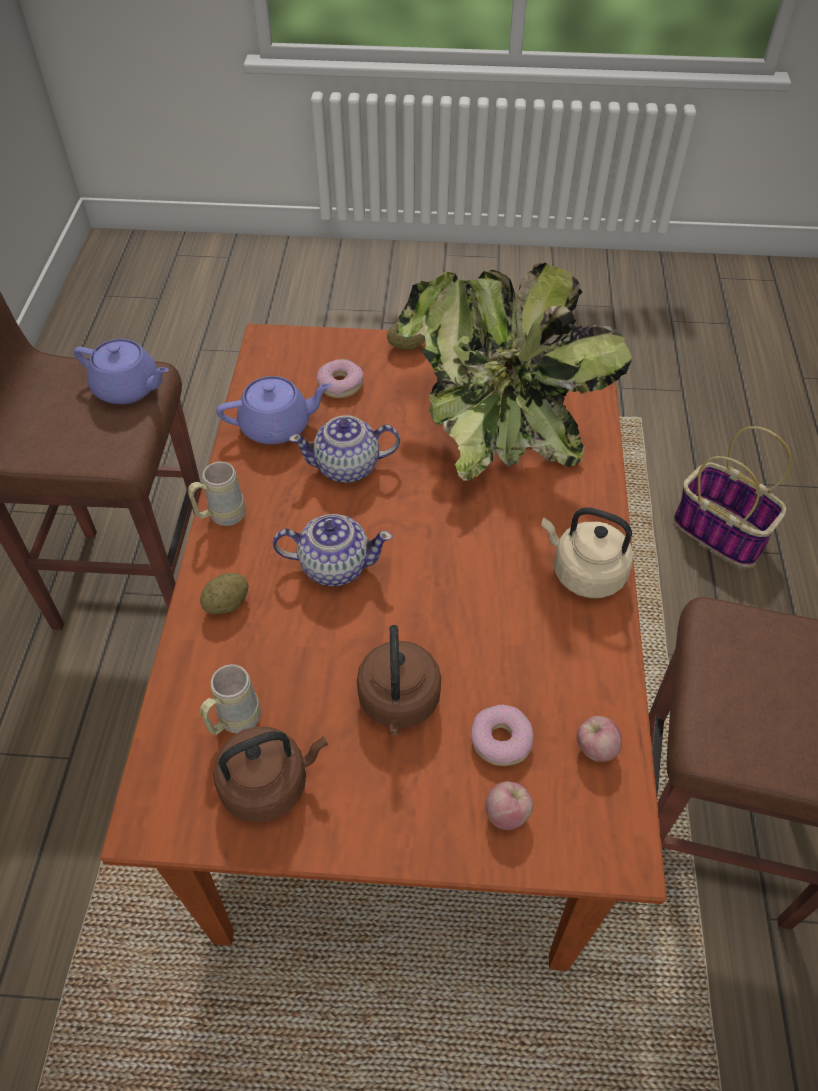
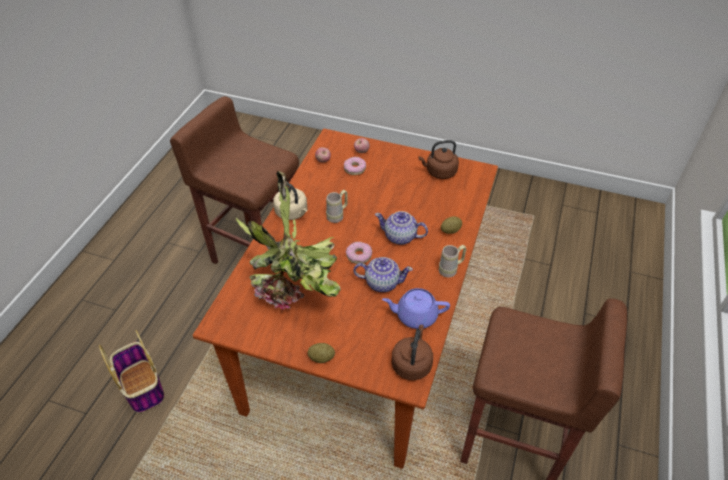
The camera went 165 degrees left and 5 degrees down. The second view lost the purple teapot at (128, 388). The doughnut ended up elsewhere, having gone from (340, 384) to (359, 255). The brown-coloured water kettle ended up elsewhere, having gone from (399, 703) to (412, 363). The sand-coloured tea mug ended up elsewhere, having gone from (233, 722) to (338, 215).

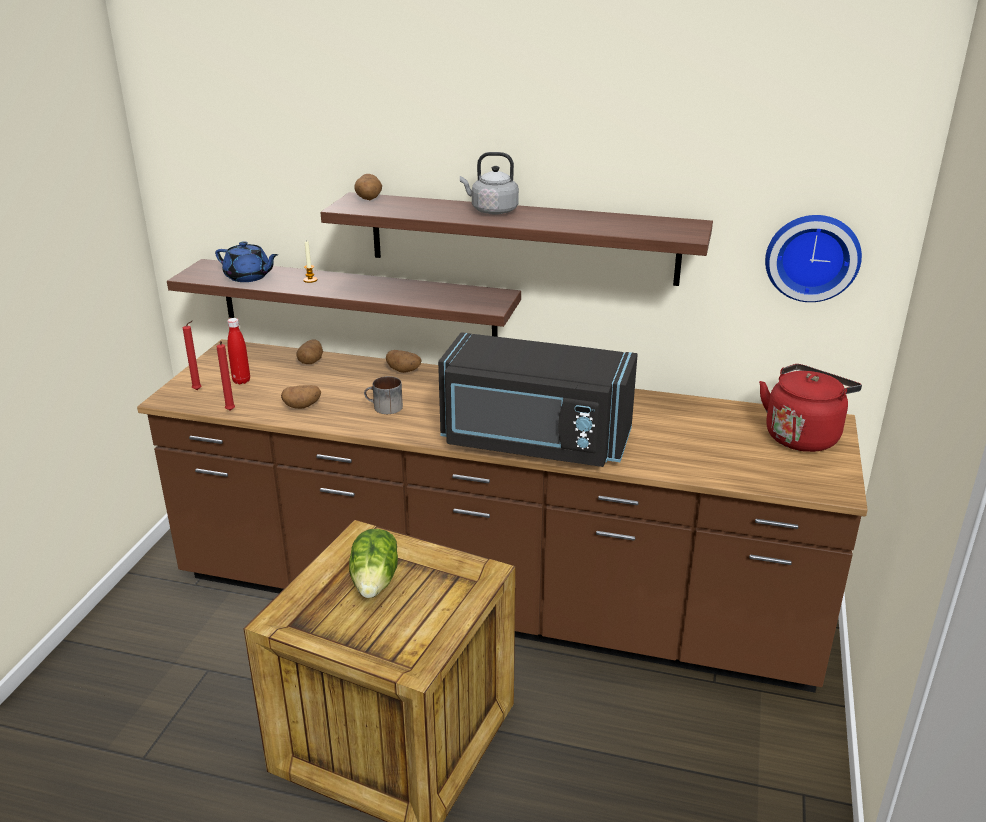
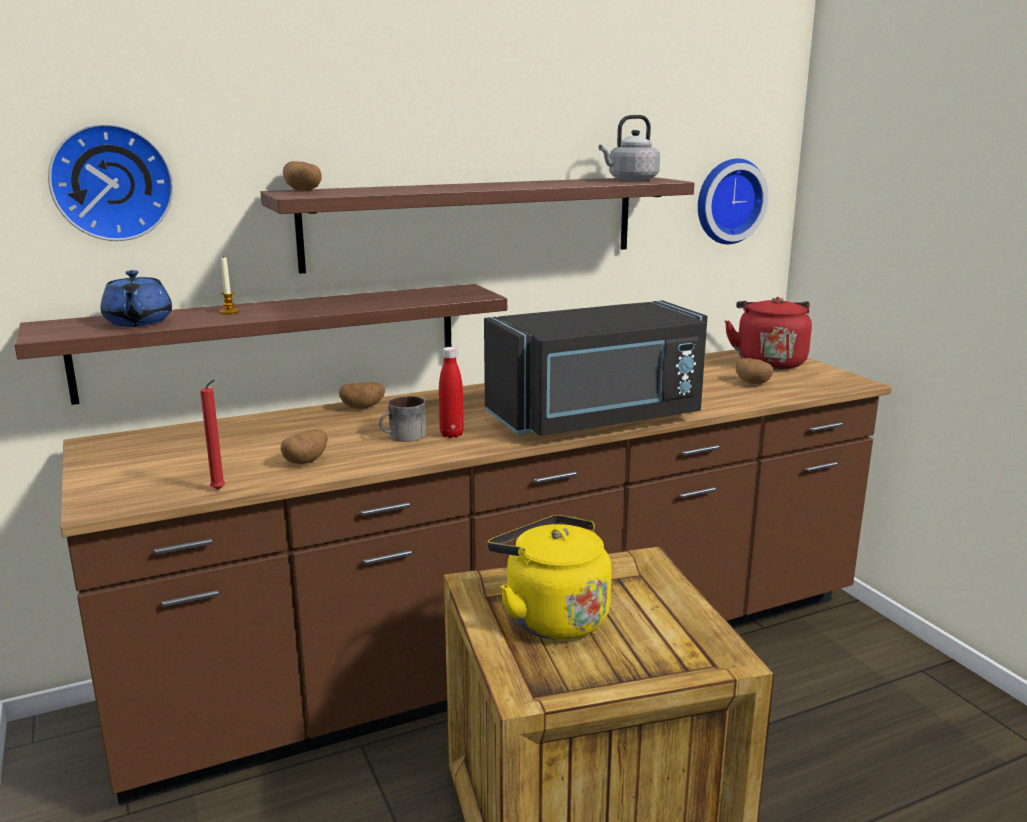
The camera went 40 degrees left and 10 degrees down. The gray water kettle ended up elsewhere, having gone from (492, 211) to (630, 180). The bluish teapot at (248, 277) ended up facing another way, 90 degrees clockwise from before. The reddish bottle ended up elsewhere, having gone from (241, 381) to (451, 434). The second view lost the reddish wax light at (198, 390). The potato ended up elsewhere, having gone from (311, 361) to (752, 382). Where the lettuce stood at (376, 581), the yellowish water kettle came to stand at (551, 617). The second view gained the clock on the wall at (112, 182).

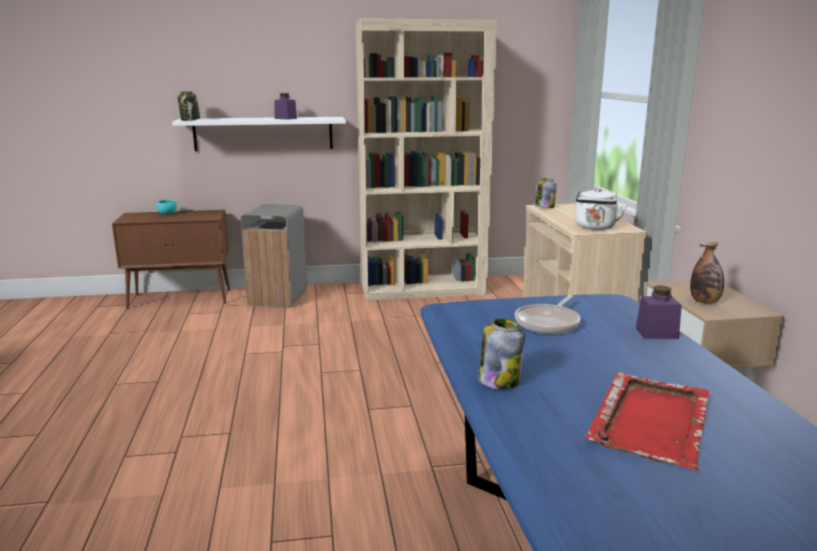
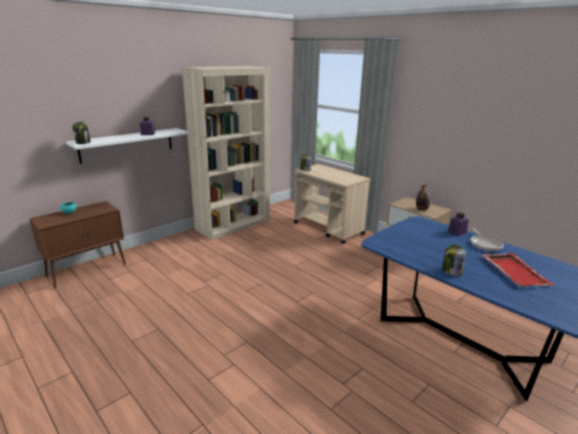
The camera went 35 degrees left and 5 degrees up. The second view lost the white water kettle at (595, 227). The second view lost the gray trash can at (278, 298). The frying pan ended up elsewhere, having gone from (549, 323) to (485, 244).

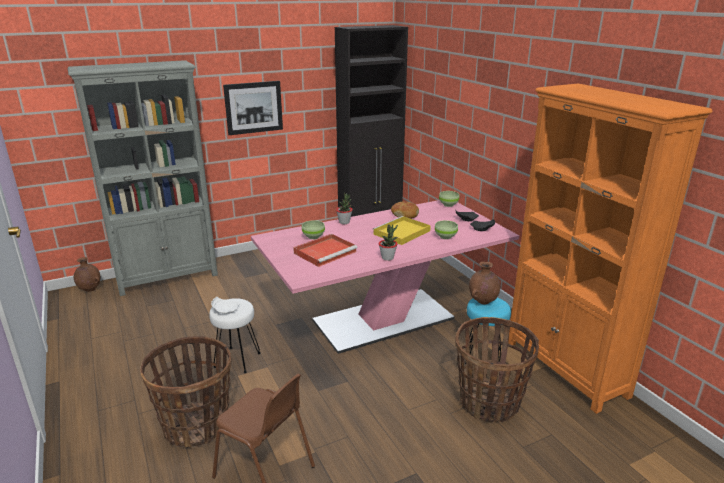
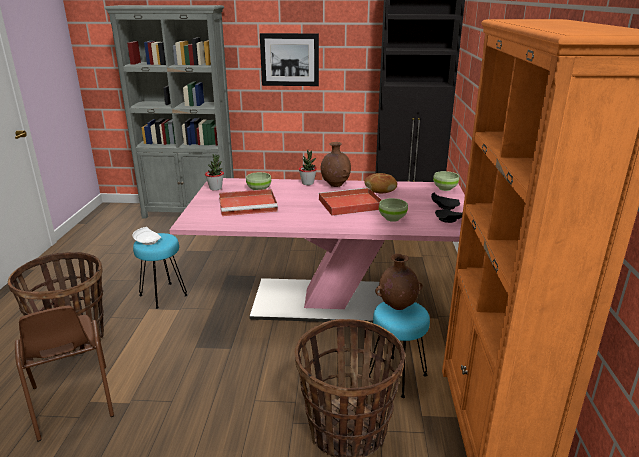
The camera went 30 degrees right and 0 degrees up. What was the yellowish carrying tray at (401, 233) turned into the reddish carrying tray at (349, 204). The plant in a pot ended up elsewhere, having gone from (387, 258) to (215, 188). The brown-coloured decorative vase ended up elsewhere, having gone from (90, 289) to (335, 185). What was the white stool seat at (237, 360) turned into the turquoise stool seat at (163, 295).

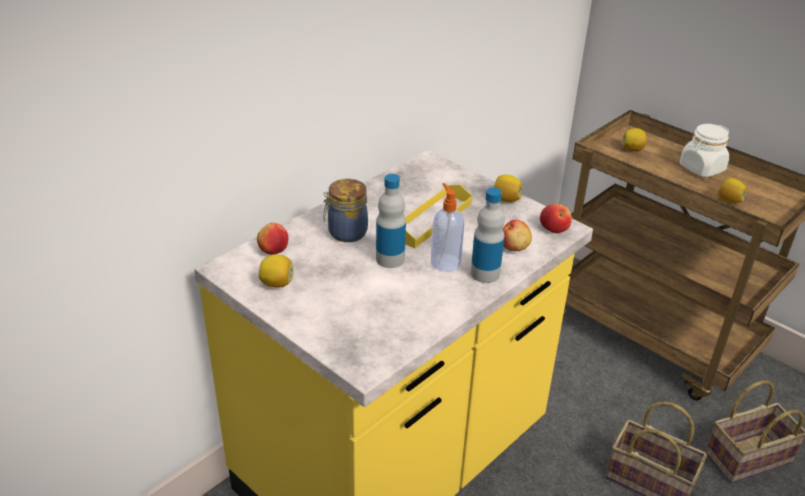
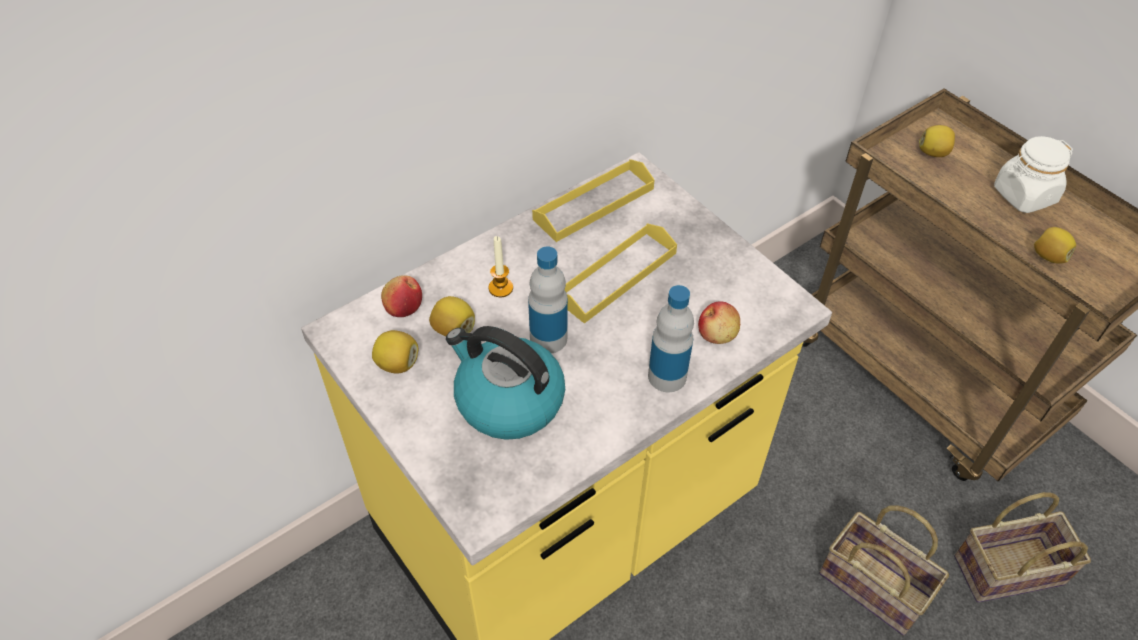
The camera went 10 degrees right and 15 degrees up. The citrus fruit ended up elsewhere, having gone from (506, 199) to (453, 329). Where the preserve jar stood at (346, 233), the wax light came to stand at (500, 288). The second view lost the liquid soap bottle at (445, 262). The second view lost the apple at (554, 228). The second view gained the yellowish carrying tray at (594, 204). The second view gained the water kettle at (507, 401).

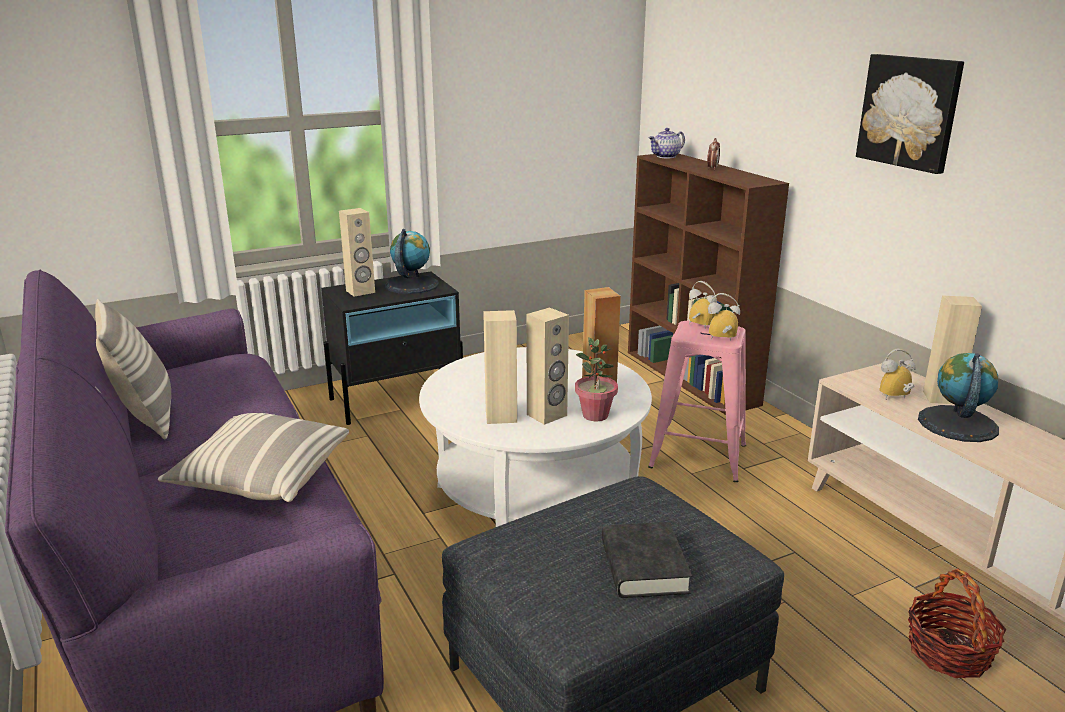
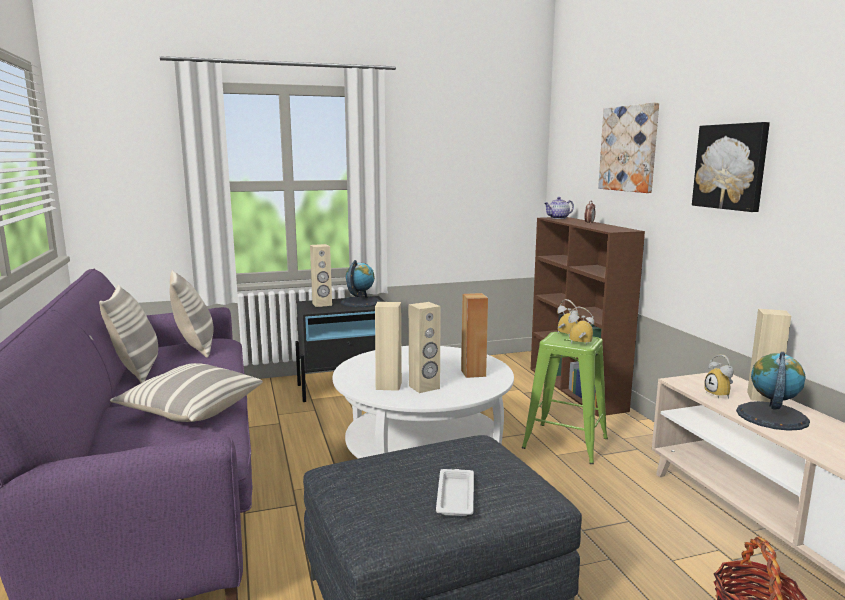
The camera went 10 degrees right and 10 degrees down. What was the pink-coloured stool seat at (699, 456) turned into the green-coloured stool seat at (566, 443). The second view lost the plant in a pot at (595, 415). The alarm clock at (895, 398) ended up facing another way, 105 degrees counterclockwise from before. Where the black-coloured book stood at (644, 567), the white carrying tray came to stand at (455, 496). The second view gained the wall art at (629, 148). The second view gained the pillow at (195, 347).

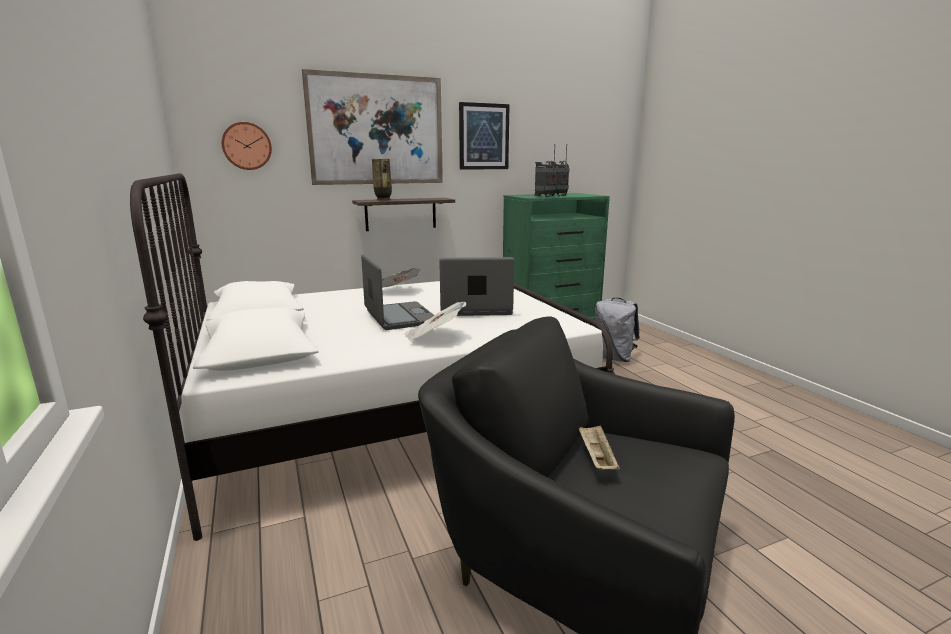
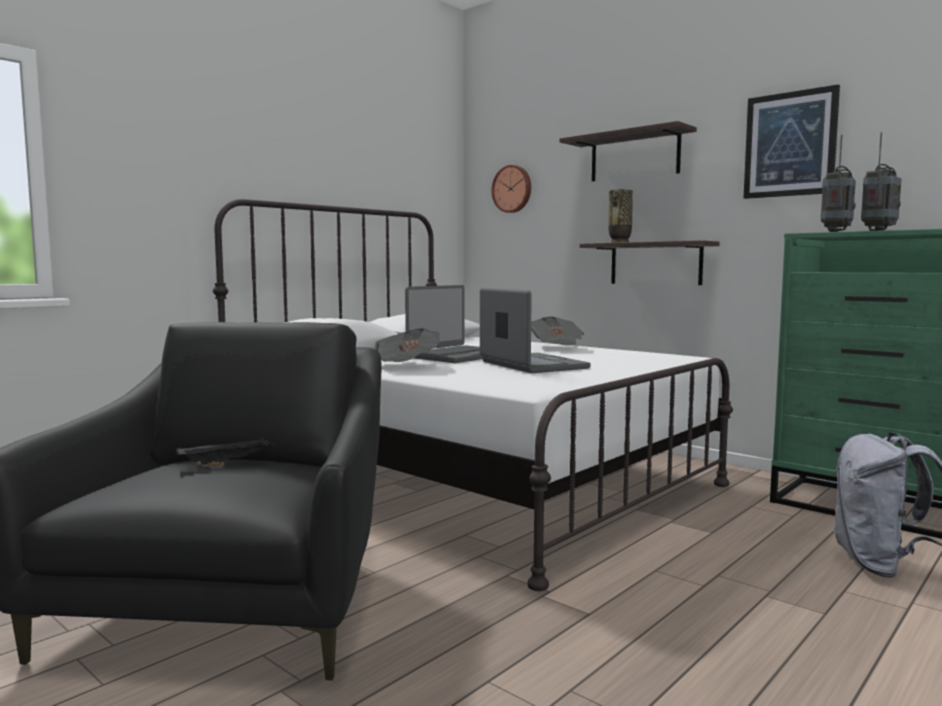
The camera went 65 degrees right and 10 degrees down. Where the wall art hung at (377, 130), the shelf came to hang at (634, 156). What was the sand-coloured carrying tray at (596, 458) turned into the black-coloured carrying tray at (227, 463).

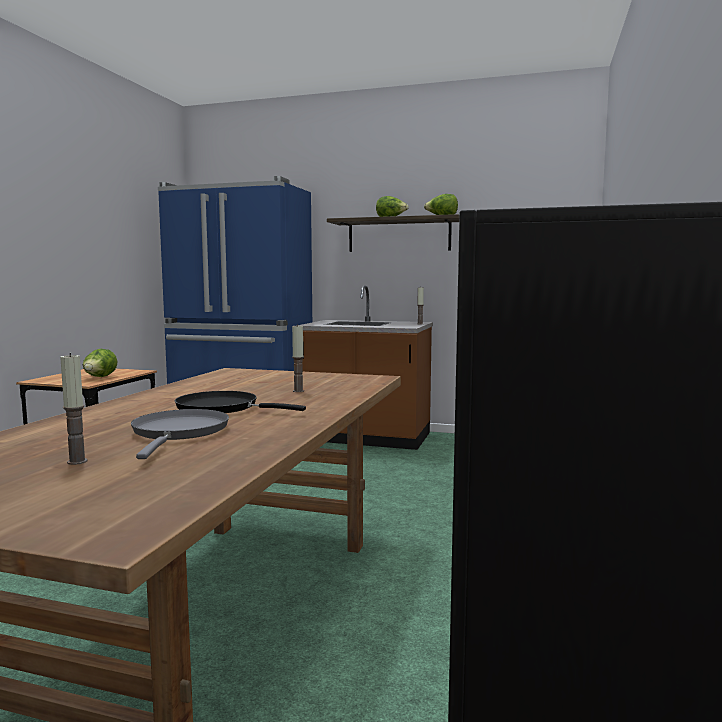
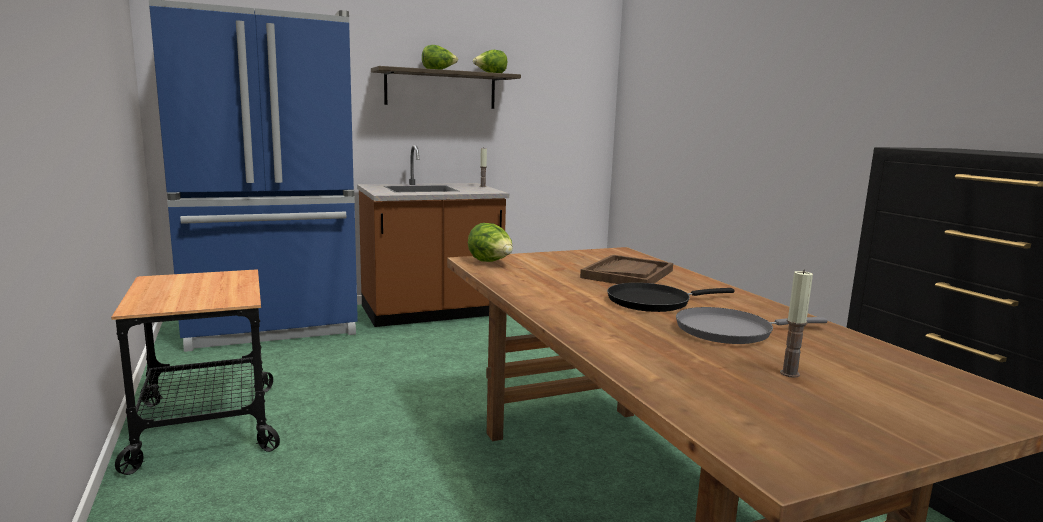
The camera went 40 degrees left and 5 degrees up. Where the wax light stood at (298, 391), the brown-coloured carrying tray came to stand at (627, 274). The lettuce ended up elsewhere, having gone from (100, 377) to (491, 262). The gray frying pan at (179, 432) ended up facing another way, 60 degrees counterclockwise from before.

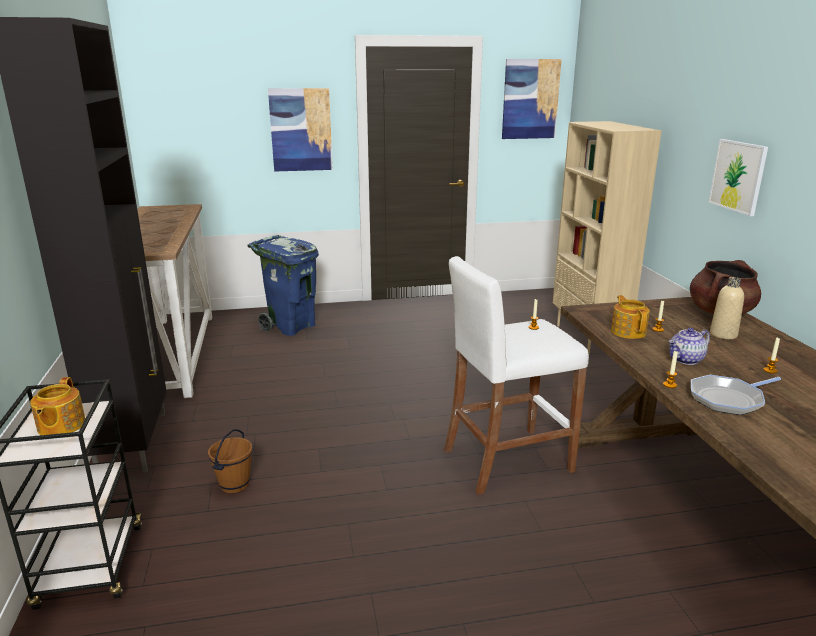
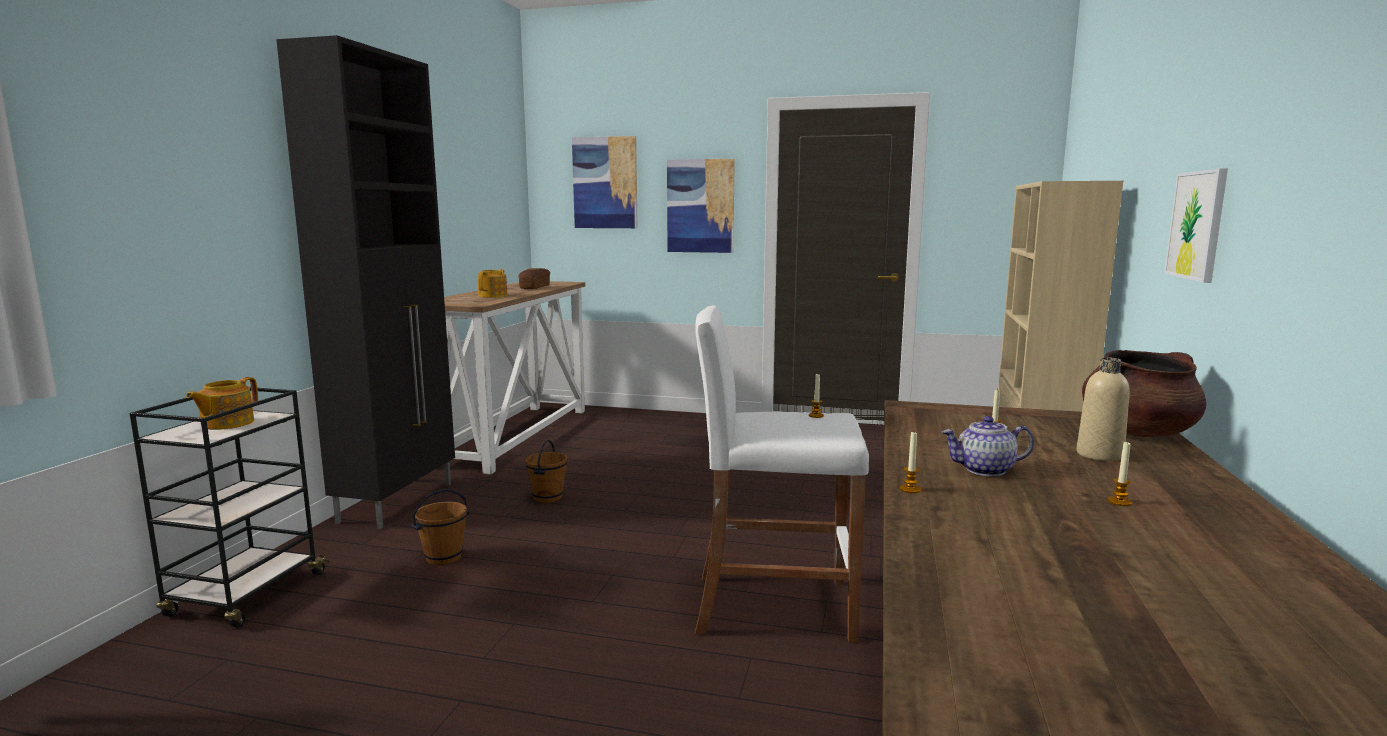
The camera went 25 degrees right and 10 degrees down. The wall art ended up elsewhere, having gone from (530, 99) to (605, 183). The second view lost the bluish trash can at (291, 326). The teapot ended up elsewhere, having gone from (628, 331) to (493, 296). The second view lost the frying pan at (728, 399). The second view gained the bakery bread at (535, 287). The second view gained the brown-coloured water bucket at (548, 498).

